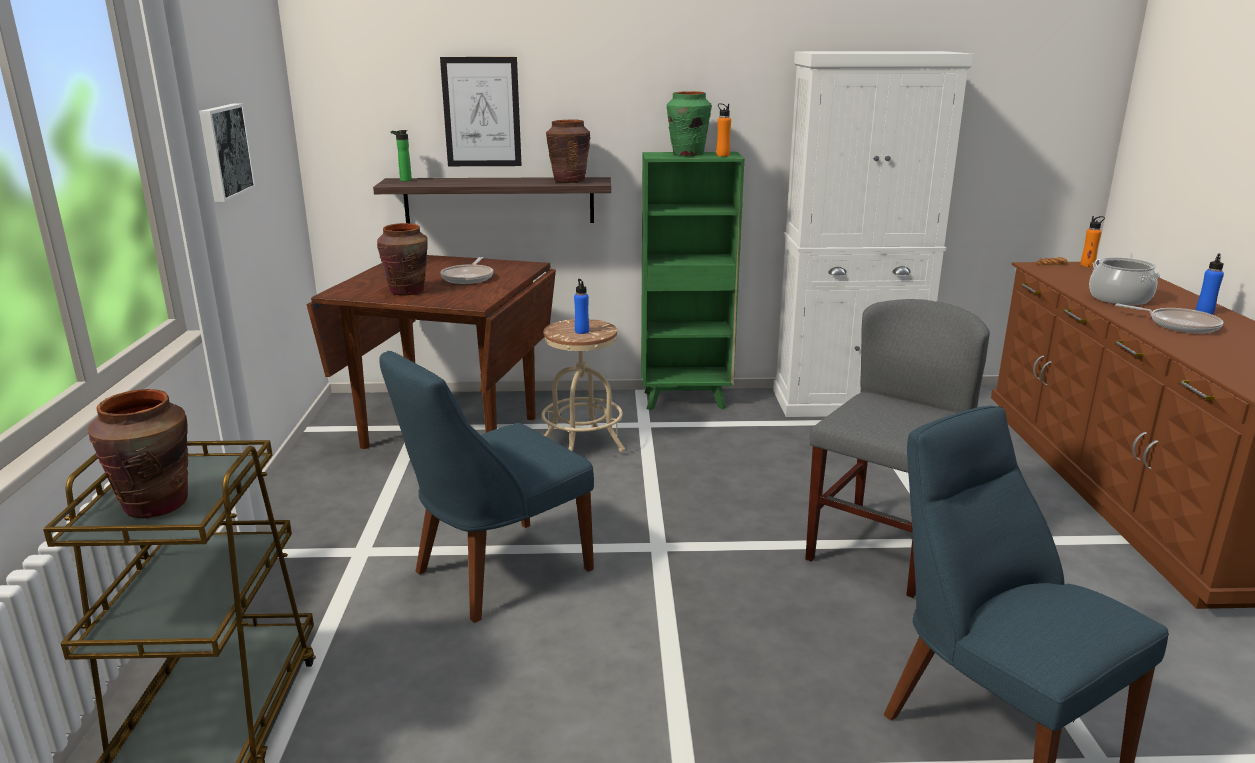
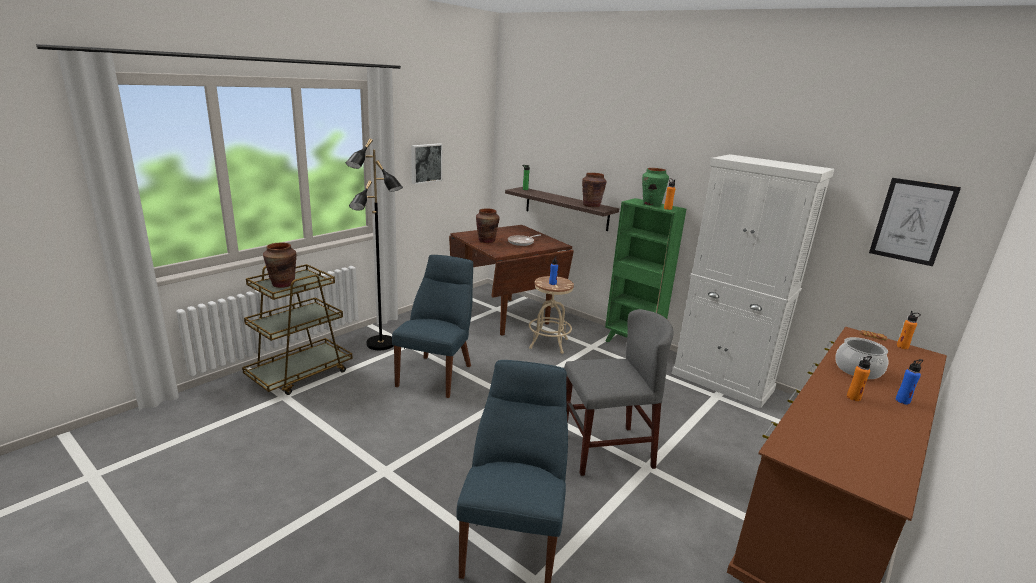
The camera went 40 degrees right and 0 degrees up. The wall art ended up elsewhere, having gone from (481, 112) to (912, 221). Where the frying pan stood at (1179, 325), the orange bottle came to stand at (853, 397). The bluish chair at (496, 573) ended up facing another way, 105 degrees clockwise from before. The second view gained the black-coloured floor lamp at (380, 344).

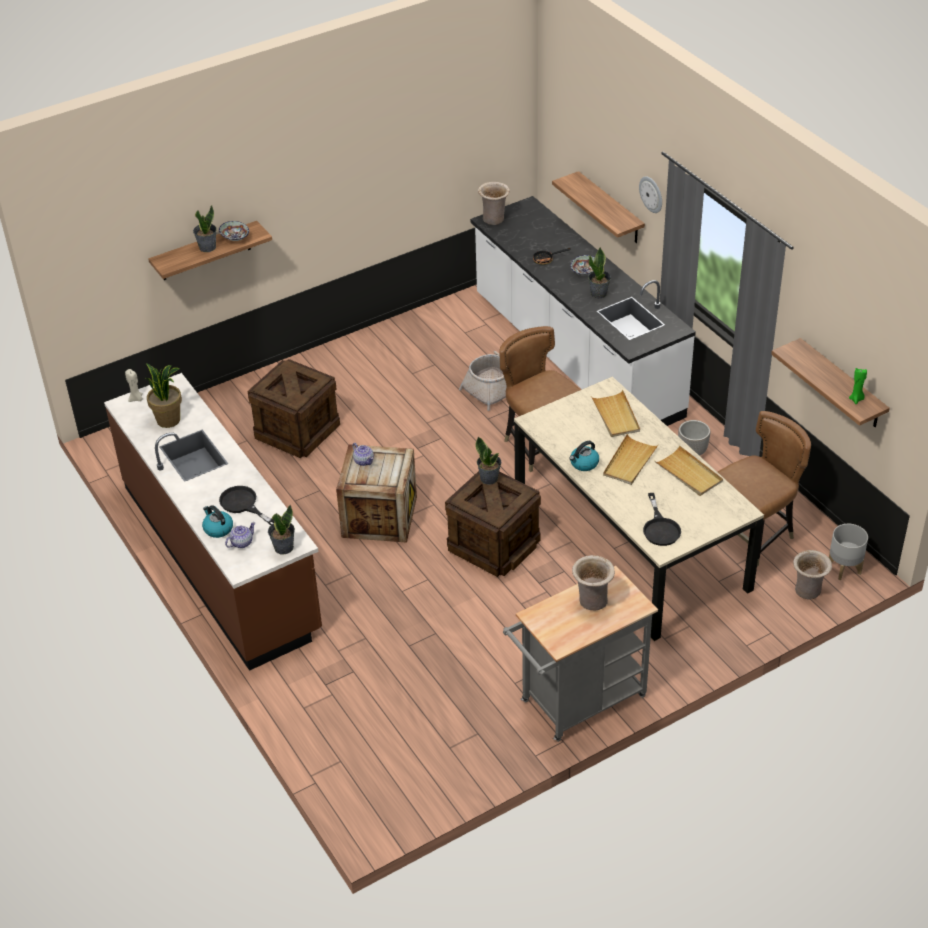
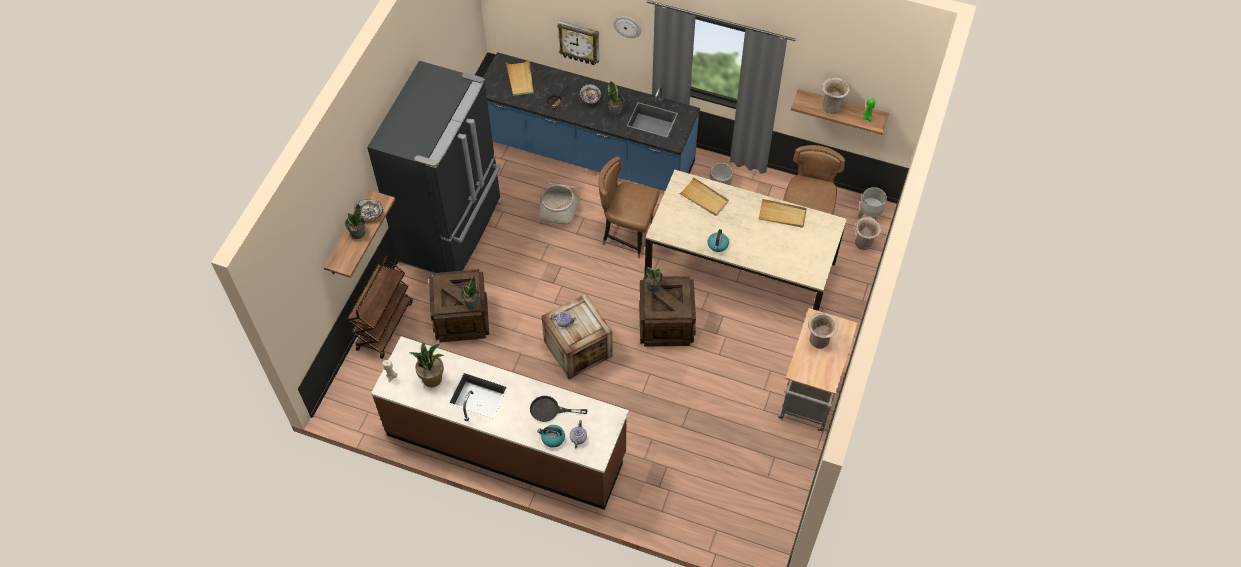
The camera went 40 degrees left and 15 degrees up. Where the shelf hung at (610, 209), the clock on the wall came to hang at (579, 42). The sand-coloured decorative vase ended up elsewhere, having gone from (494, 219) to (831, 106). What was the white kitchen counter at (575, 357) turned into the bluish kitchen counter at (588, 153). The sand-coloured carrying tray ended up elsewhere, having gone from (630, 462) to (520, 79). The second view lost the black-coloured frying pan at (660, 528). The plant in a pot ended up elsewhere, having gone from (283, 547) to (471, 303). The second view gained the black-coloured kitchen fridge at (453, 232). The second view gained the brown-coloured trolley at (384, 325).

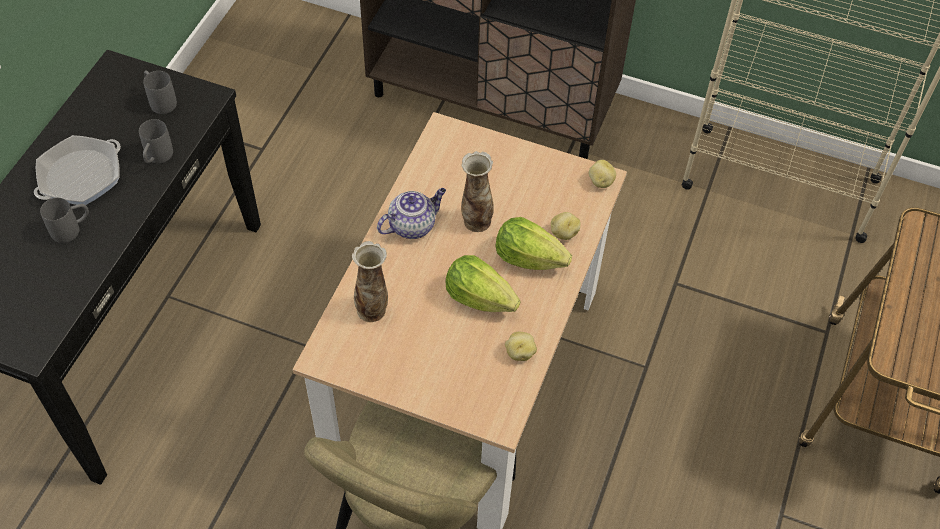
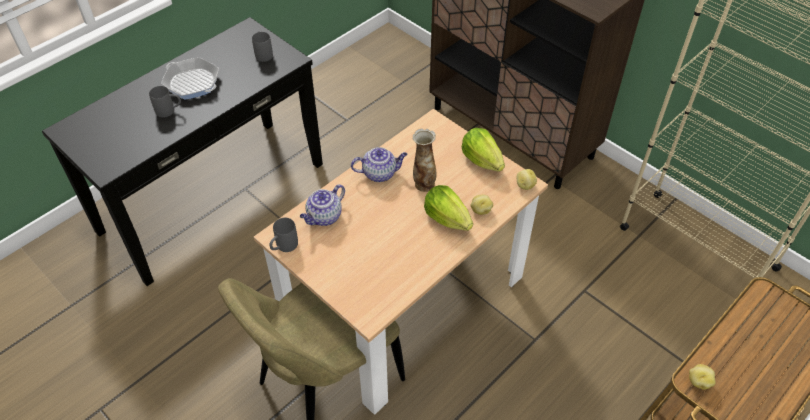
The camera went 25 degrees right and 5 degrees down. The gray tea mug ended up elsewhere, having gone from (157, 158) to (283, 247). The frying pan at (80, 176) ended up facing another way, 120 degrees counterclockwise from before. Where the decorative vase stood at (372, 310), the teapot came to stand at (324, 217). The lettuce ended up elsewhere, having gone from (479, 297) to (482, 160). The potato ended up elsewhere, having gone from (519, 352) to (699, 381).

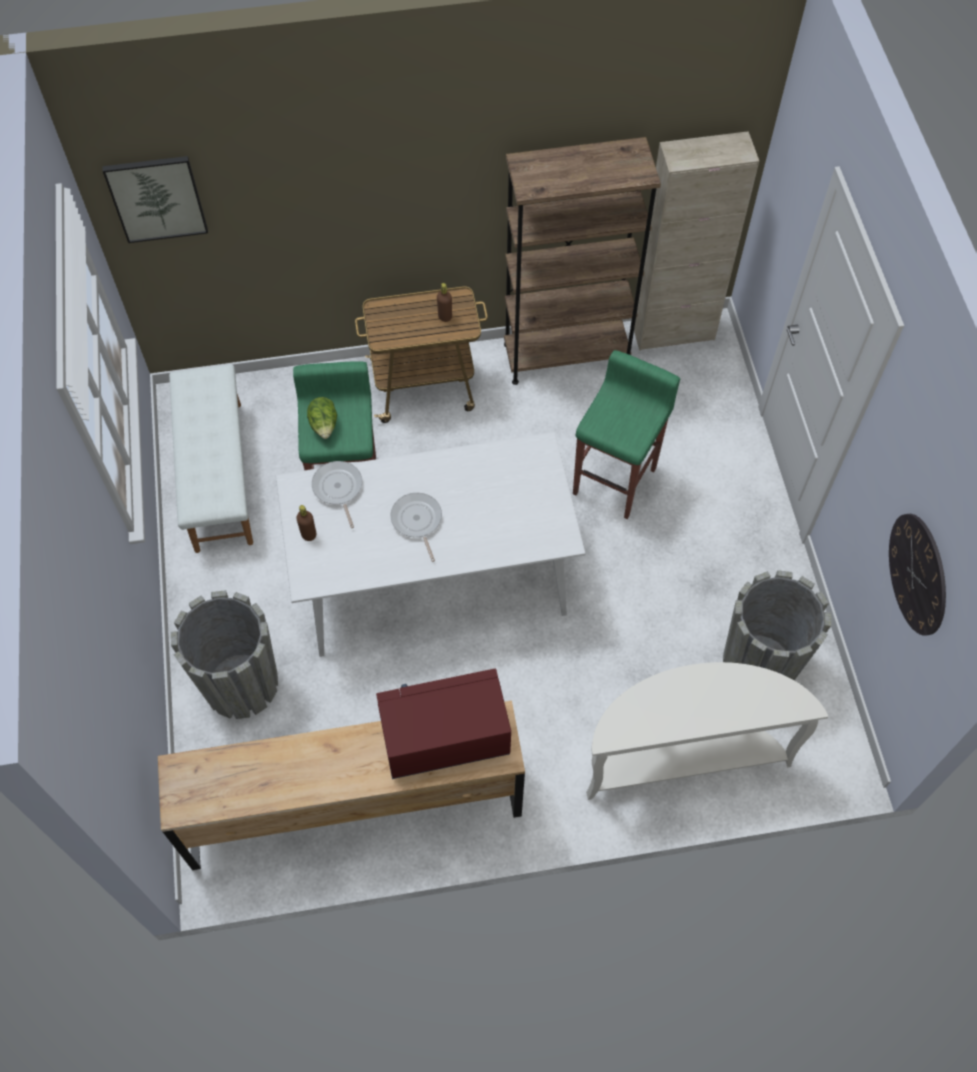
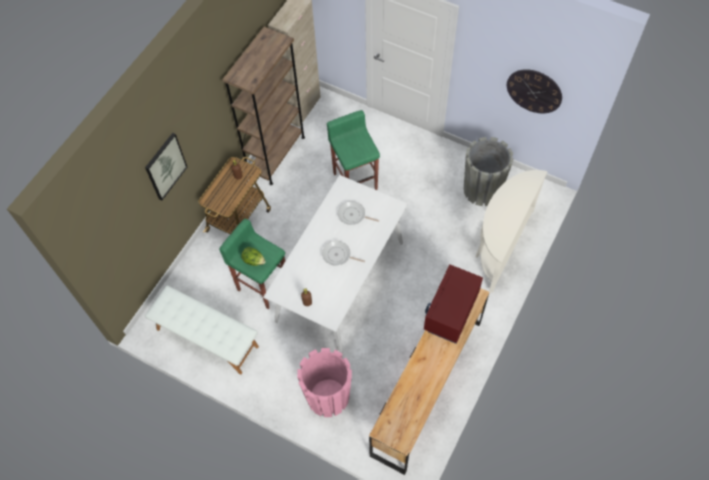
The camera went 50 degrees left and 0 degrees up. The wall art ended up elsewhere, having gone from (157, 198) to (165, 166). The frying pan ended up elsewhere, having gone from (338, 489) to (353, 215). What was the gray planter at (241, 684) turned into the pink-coloured planter at (328, 396).

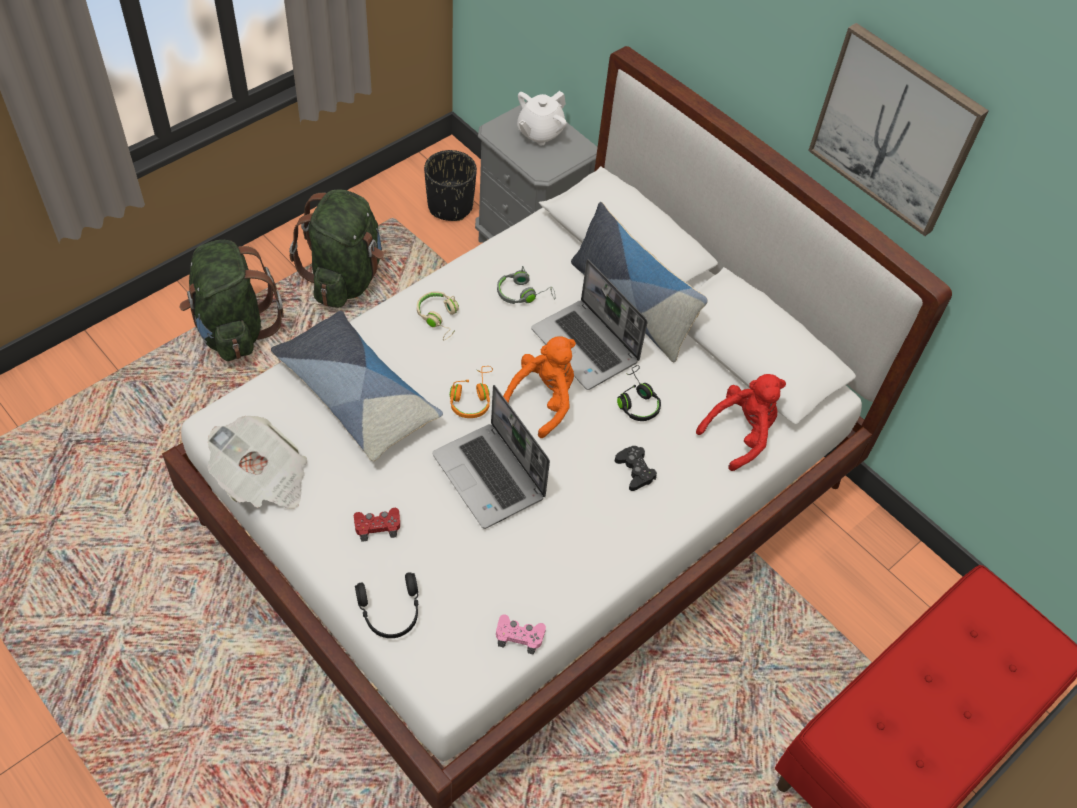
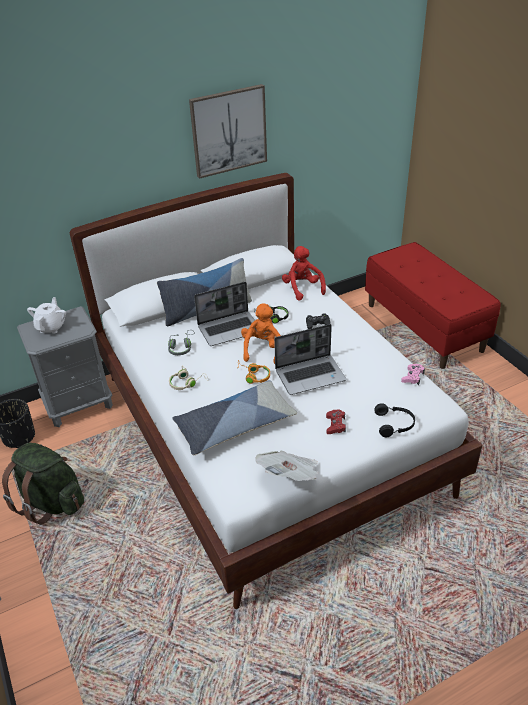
The camera went 70 degrees left and 15 degrees down. The white teapot at (539, 132) ended up facing another way, 135 degrees counterclockwise from before. The second view lost the green-coloured knapsack at (233, 329). The orange cuddly toy at (543, 400) ended up facing another way, 45 degrees clockwise from before.

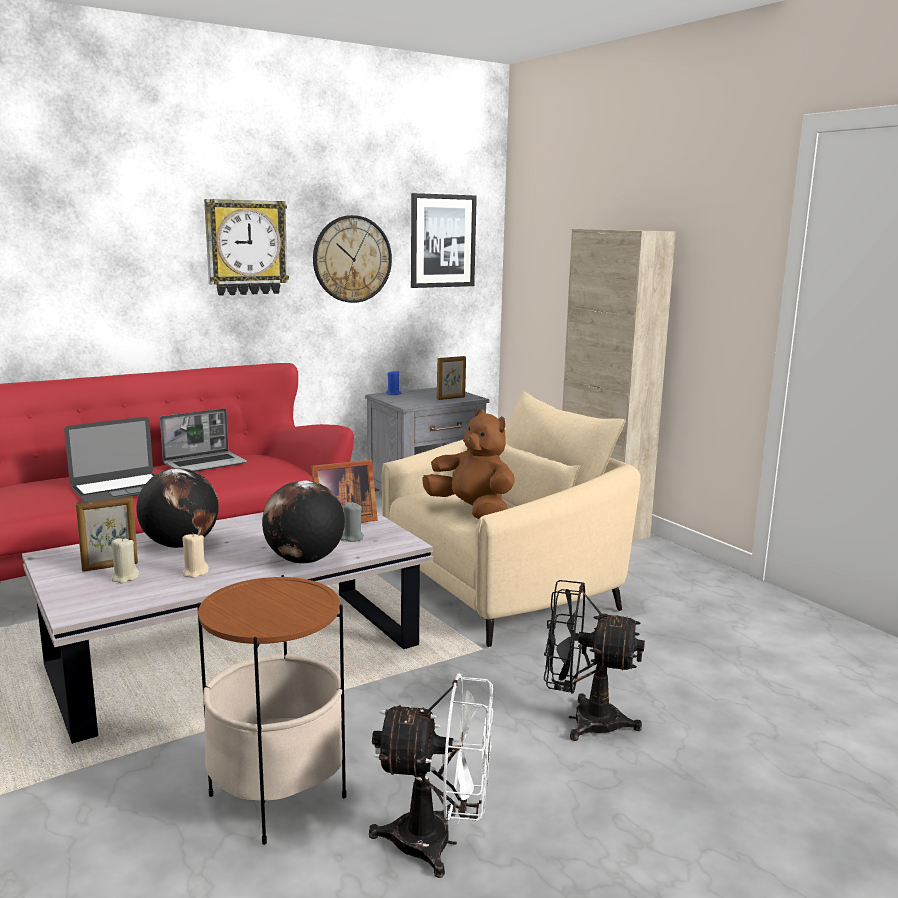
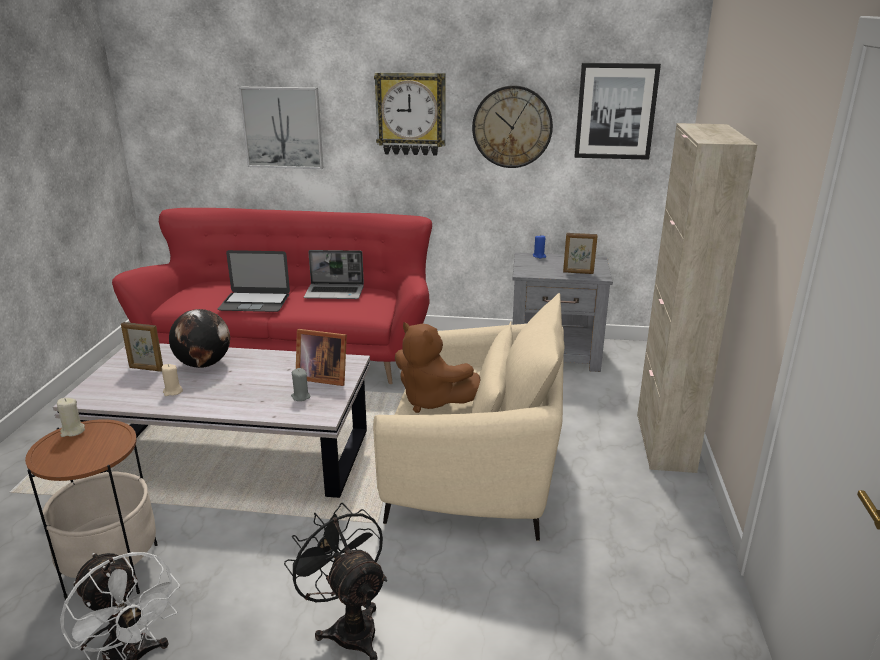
The camera went 40 degrees right and 10 degrees up. The brown-coloured cuddly toy at (472, 511) ended up facing another way, 135 degrees clockwise from before. The second view lost the world globe at (304, 560). The sand-coloured wax light ended up elsewhere, having gone from (125, 578) to (72, 431). The second view gained the wall art at (283, 127).

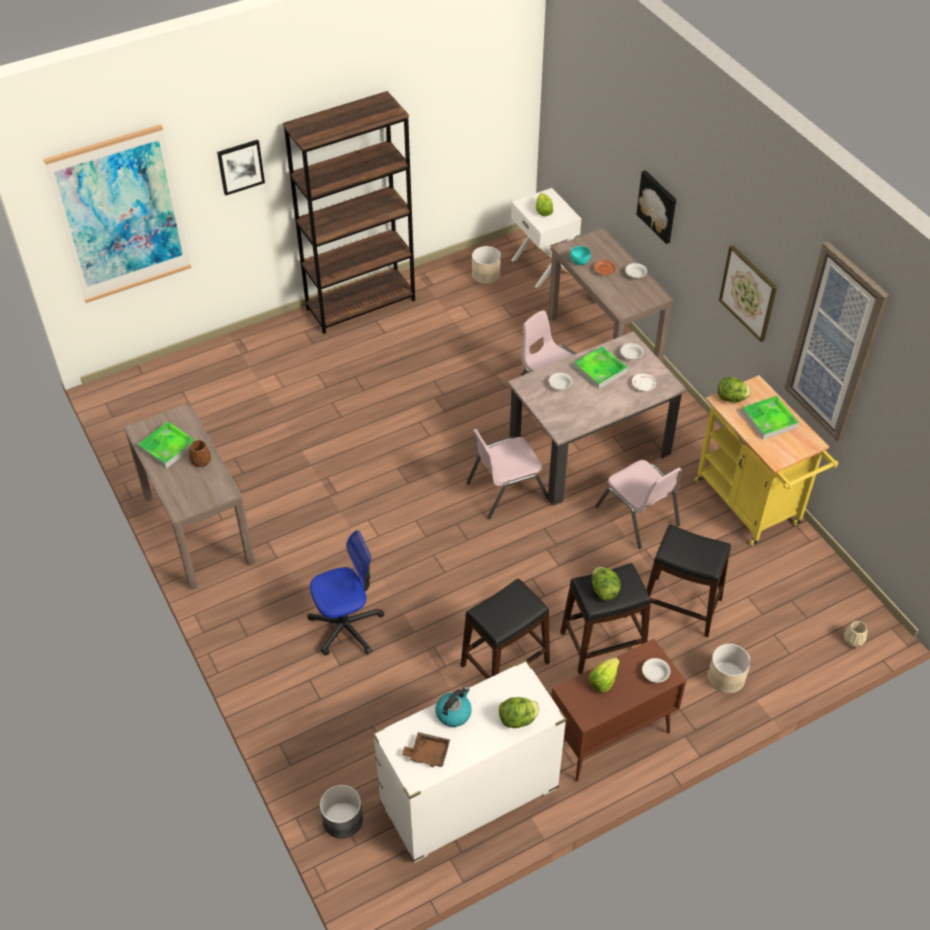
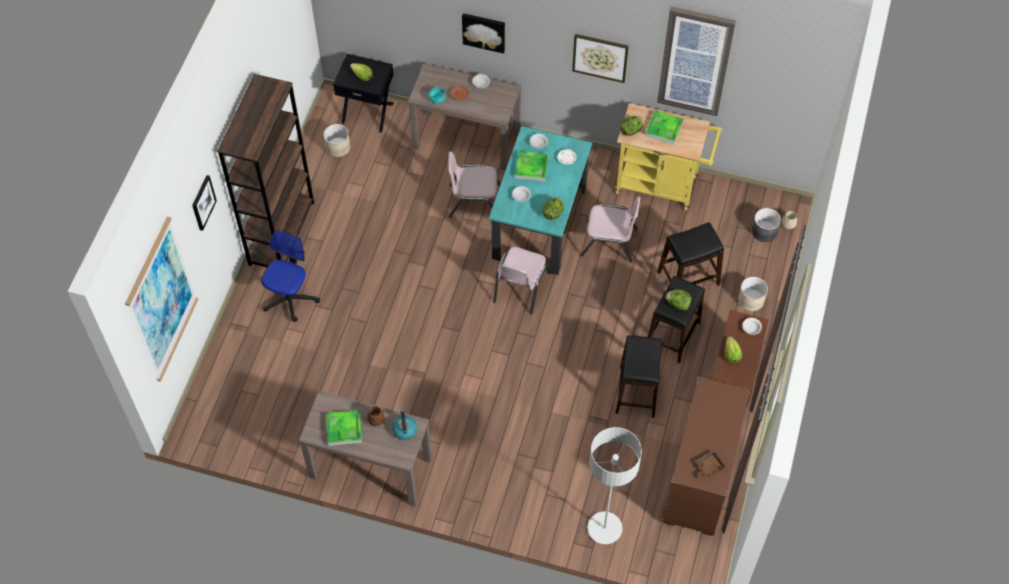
The camera went 45 degrees left and 10 degrees up. What was the white night table at (543, 266) turned into the black-coloured night table at (368, 112). What was the sand-coloured dining table at (589, 452) turned into the turquoise dining table at (539, 223). The desk chair ended up elsewhere, having gone from (346, 626) to (290, 298). What was the white chest of drawers at (469, 797) turned into the brown-coloured chest of drawers at (700, 479). The water kettle ended up elsewhere, having gone from (453, 713) to (404, 429). The lettuce ended up elsewhere, having gone from (518, 719) to (553, 213). The gray planter ended up elsewhere, having gone from (342, 819) to (764, 231). The second view gained the gray floor lamp at (604, 528).

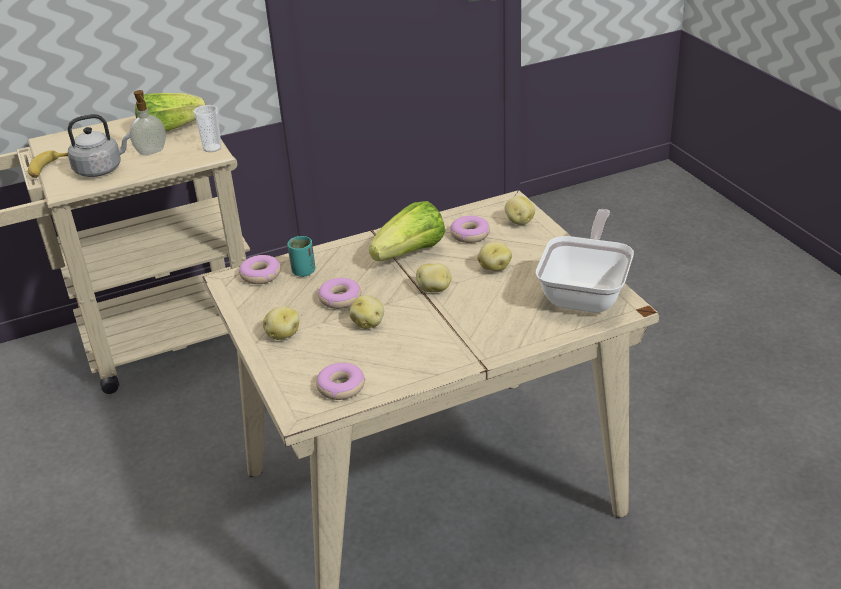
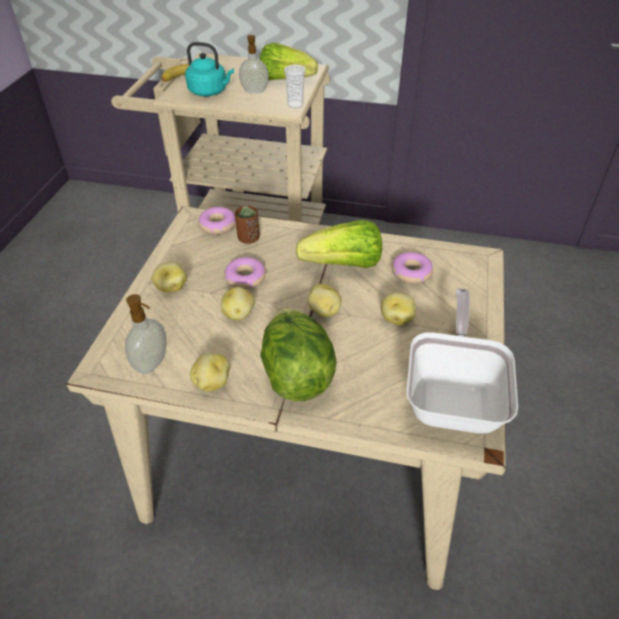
The camera went 35 degrees right and 10 degrees up. What was the gray water kettle at (101, 169) turned into the turquoise water kettle at (210, 92). The potato ended up elsewhere, having gone from (519, 222) to (211, 382). The frying pan at (586, 292) ended up facing another way, 45 degrees counterclockwise from before. What was the turquoise cup at (303, 271) turned into the brown-coloured cup at (248, 238). Where the doughnut stood at (341, 387), the liquid soap bottle came to stand at (153, 363). The second view gained the lettuce at (296, 374).

